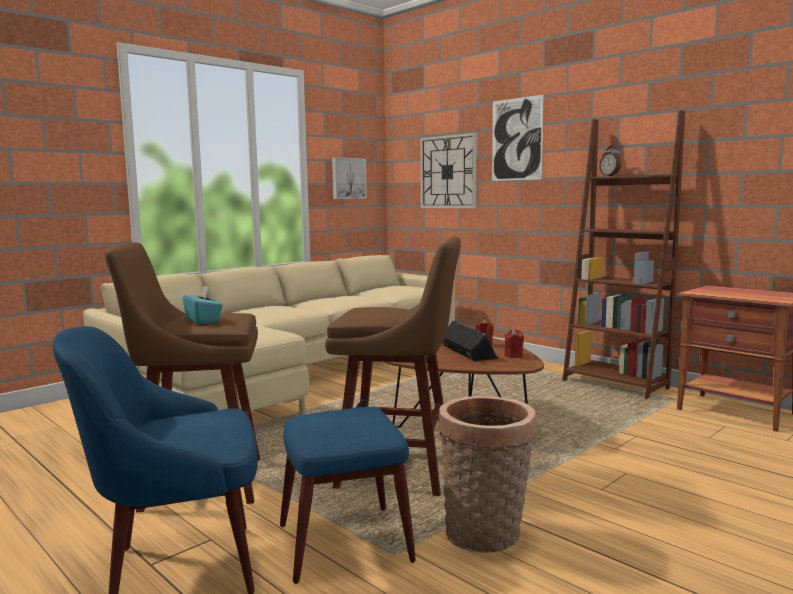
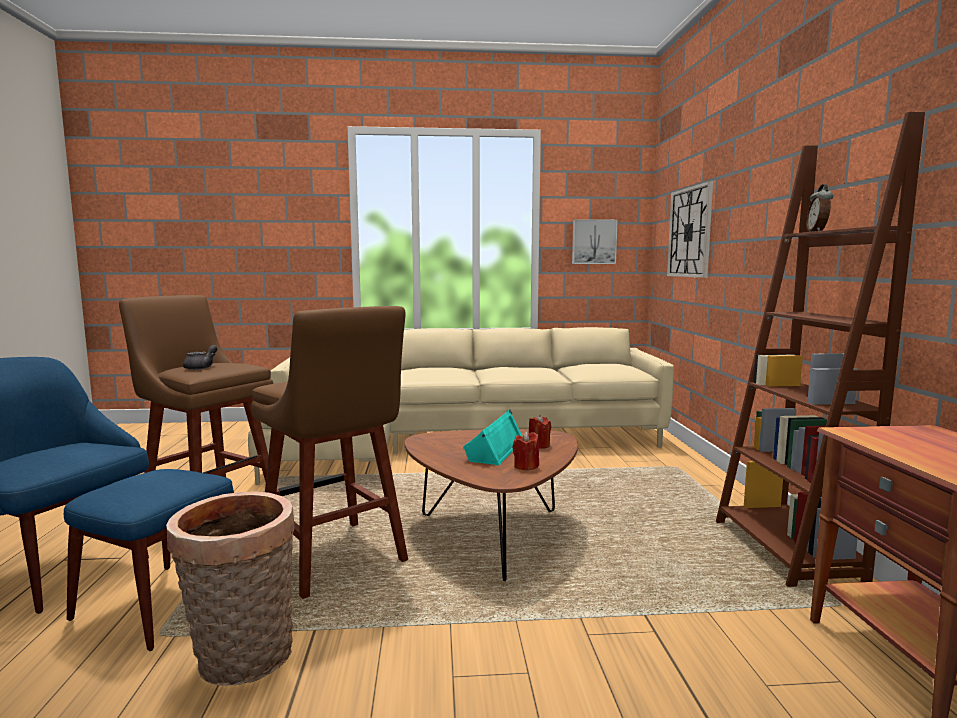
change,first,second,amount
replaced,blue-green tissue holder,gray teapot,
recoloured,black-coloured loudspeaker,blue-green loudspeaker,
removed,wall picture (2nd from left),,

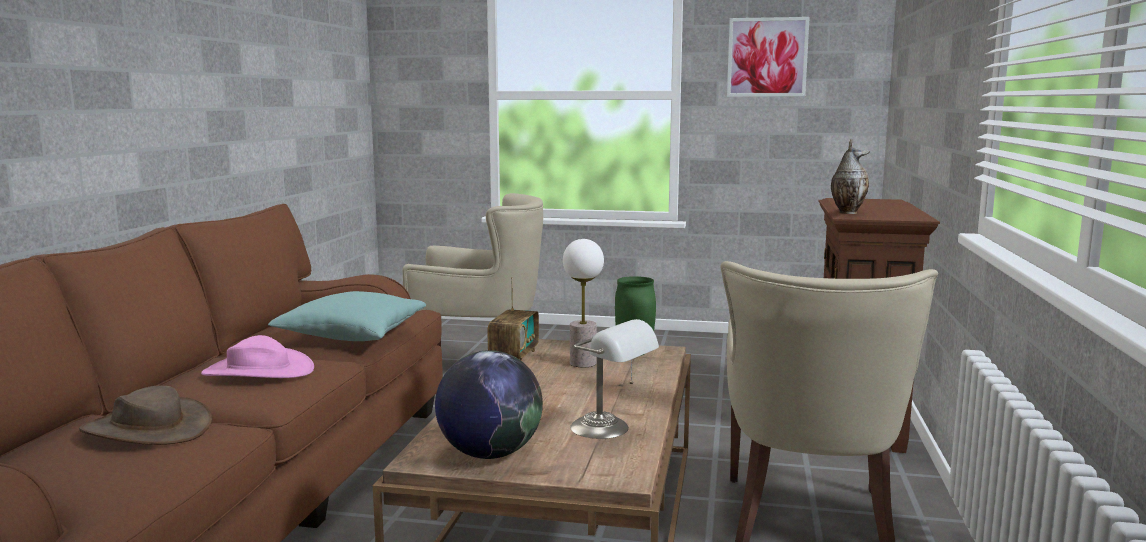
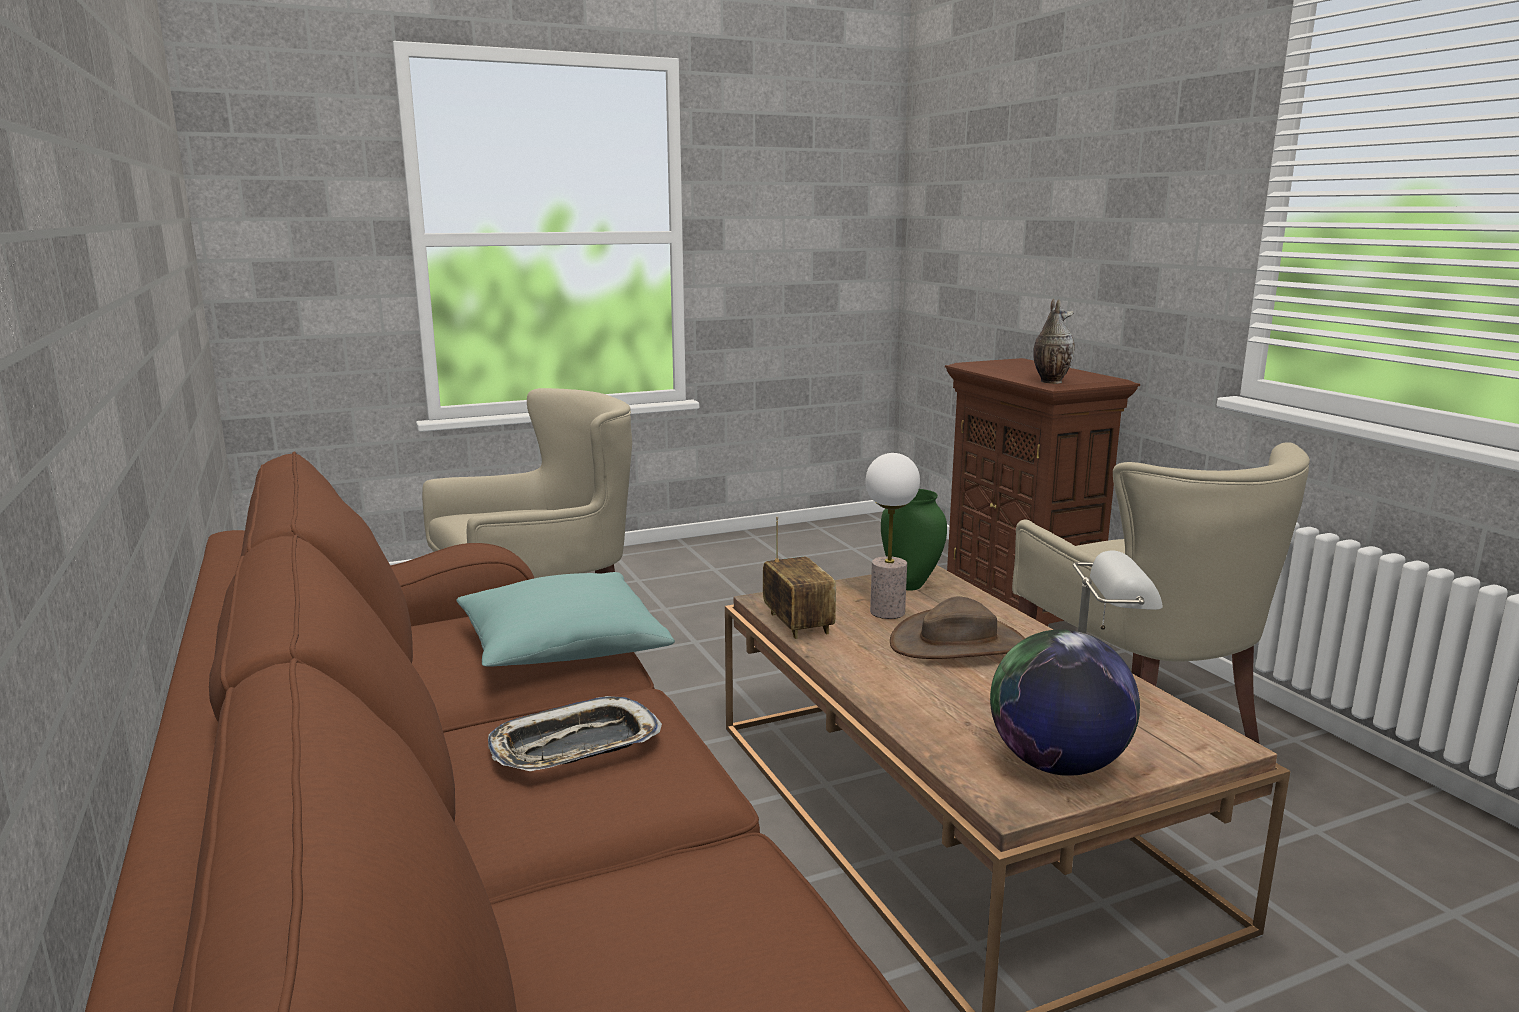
change,first,second,amount
replaced,pink-coloured clothing hat,serving tray,
moved,brown-coloured clothing hat,,
removed,wall picture,,

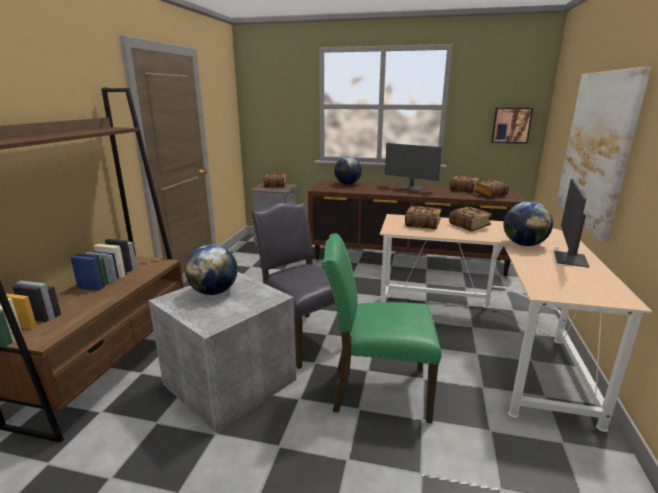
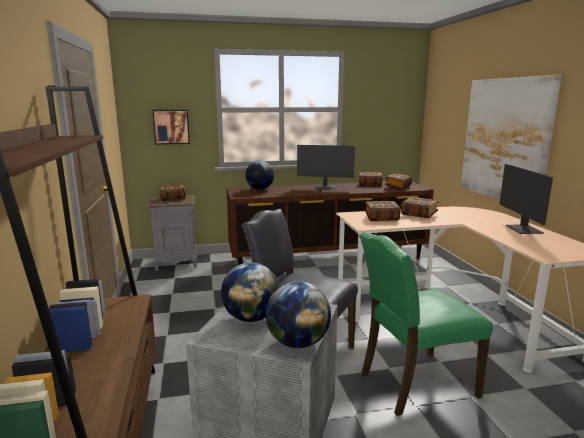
change,first,second,amount
moved,wall picture (1st from left),,
moved,world globe (3rd from left),,

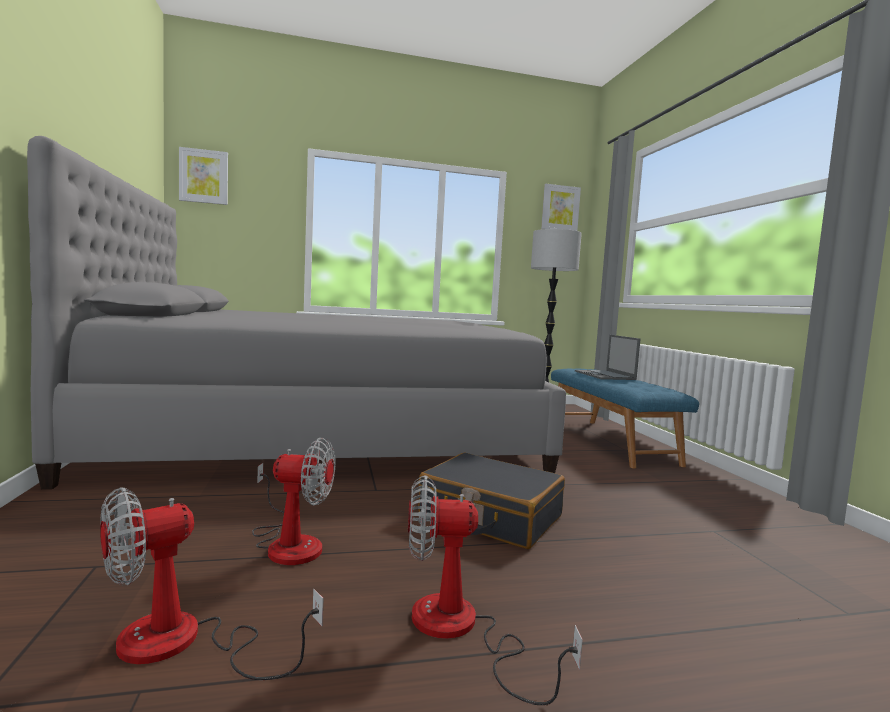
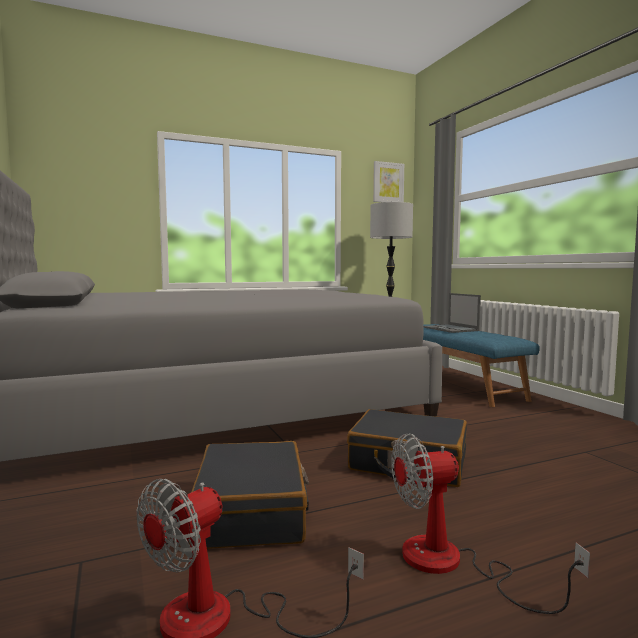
change,first,second,amount
replaced,cooling fan (2nd from left),black-coloured suitcase (1st from left),
removed,wall picture (1st from left),,

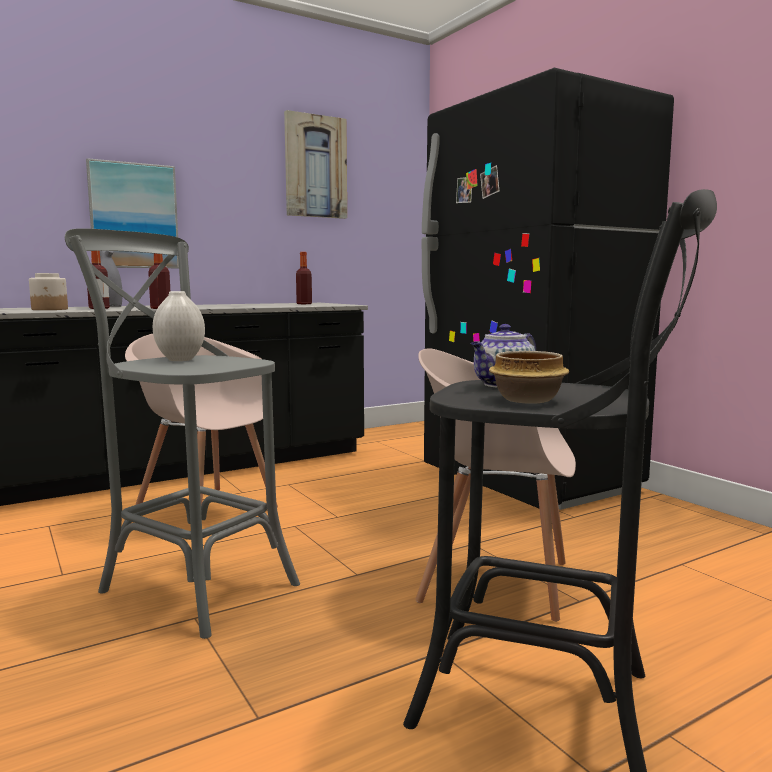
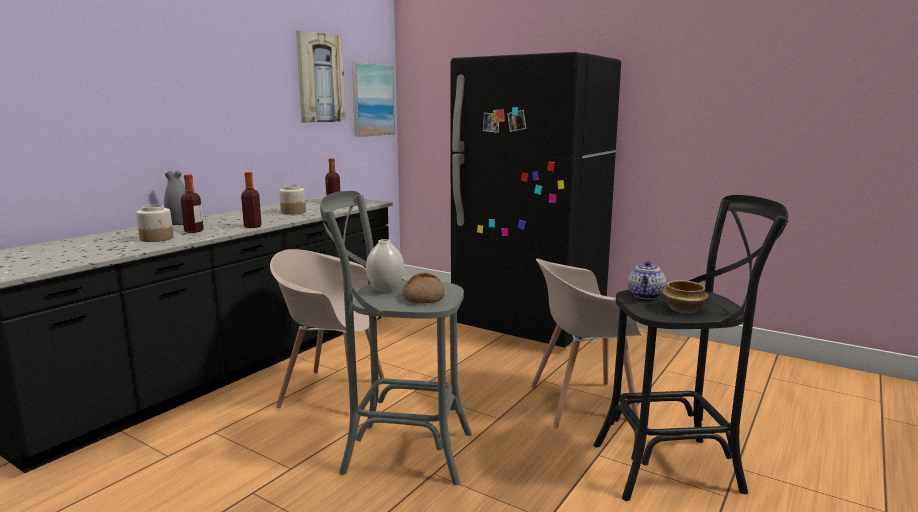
change,first,second,amount
added,,preserve jar (2nd from left),
moved,wall picture (1st from left in the first image),wall picture (2nd from left),
added,,bread,

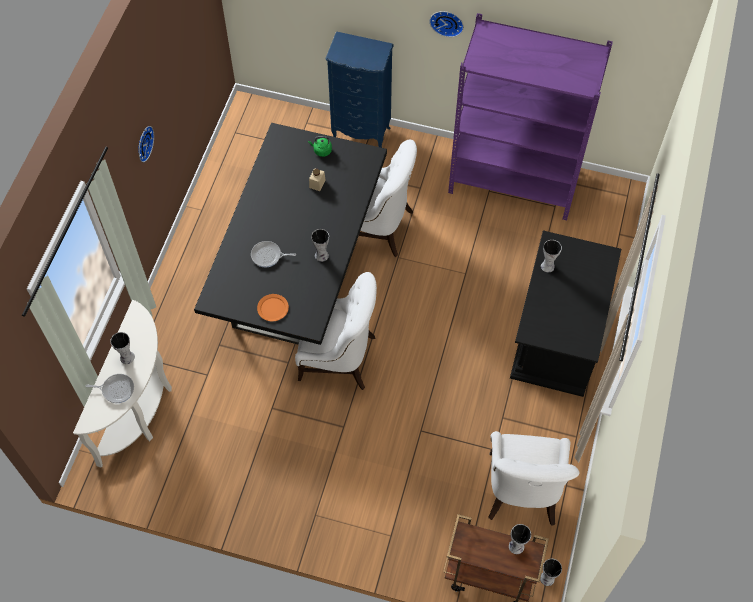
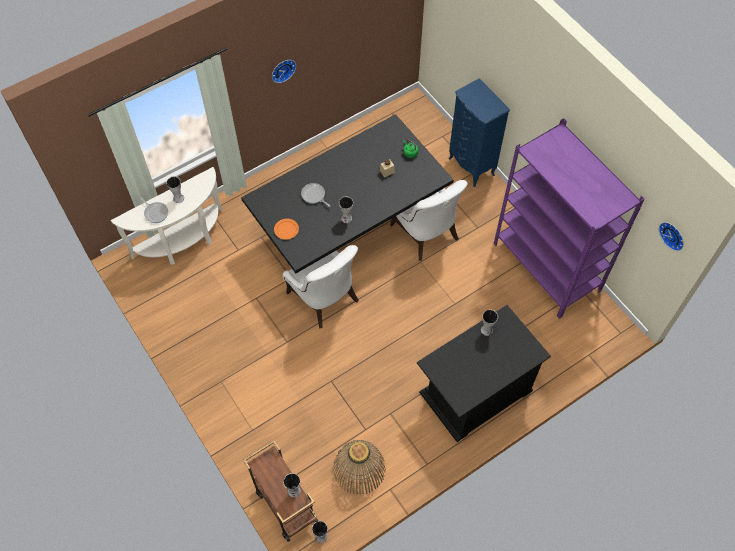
change,first,second,amount
replaced,white-coloured chair (3rd from left),basket,
moved,wall clock (2nd from left),,

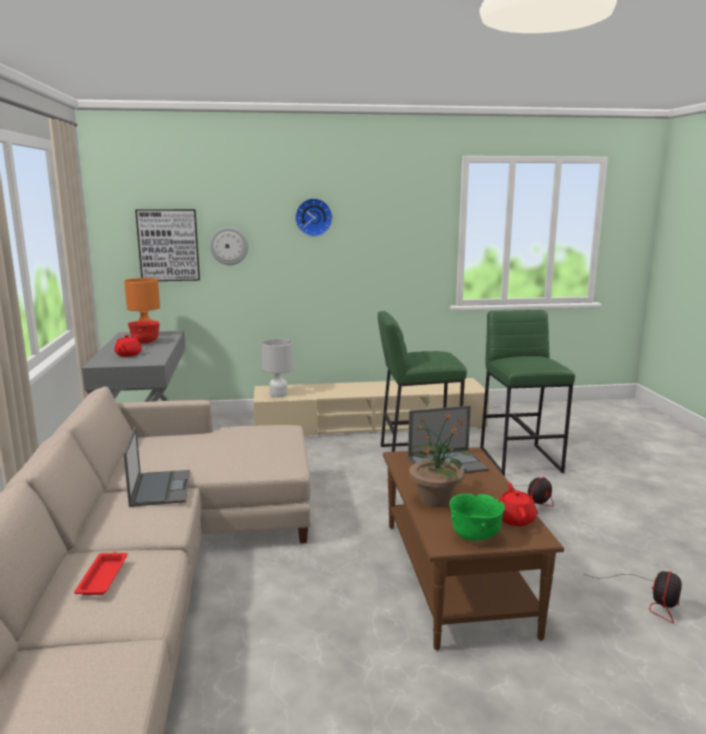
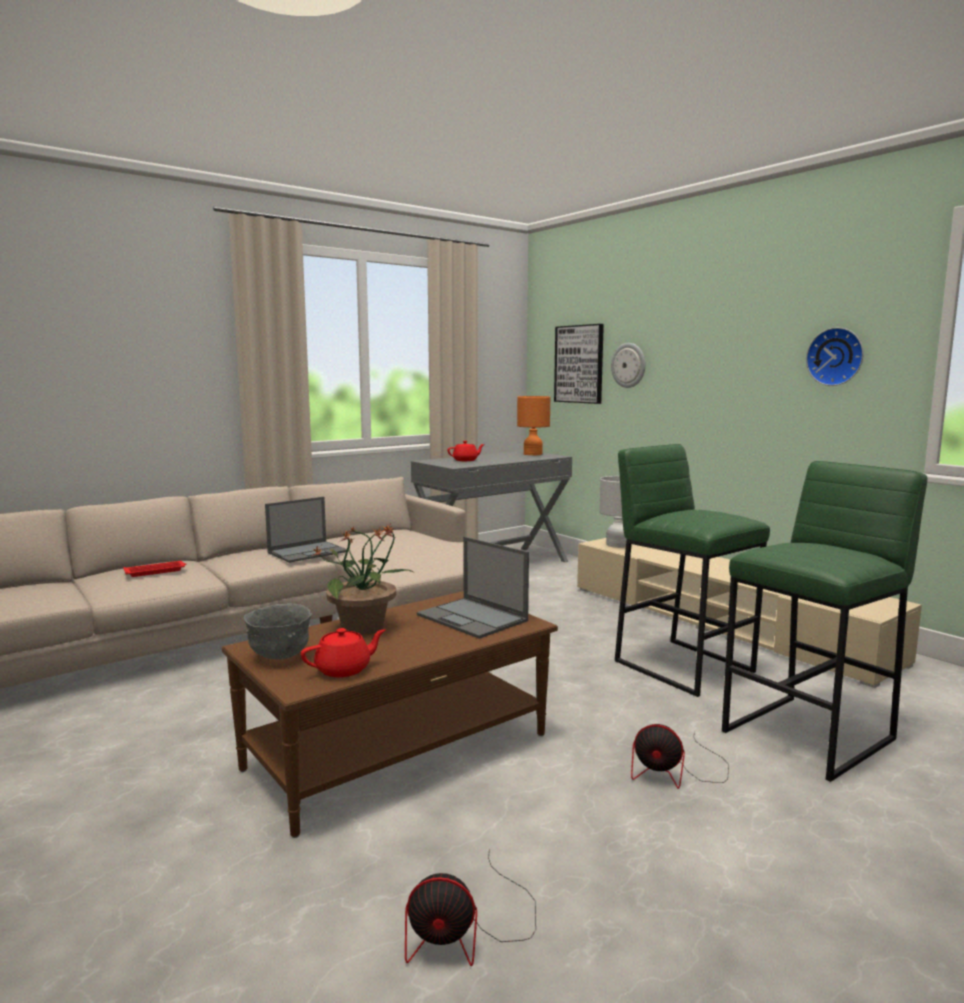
change,first,second,amount
recoloured,green-coloured deep dish,gray deep dish,
moved,wall clock (2nd from left),,
removed,red deep dish,,

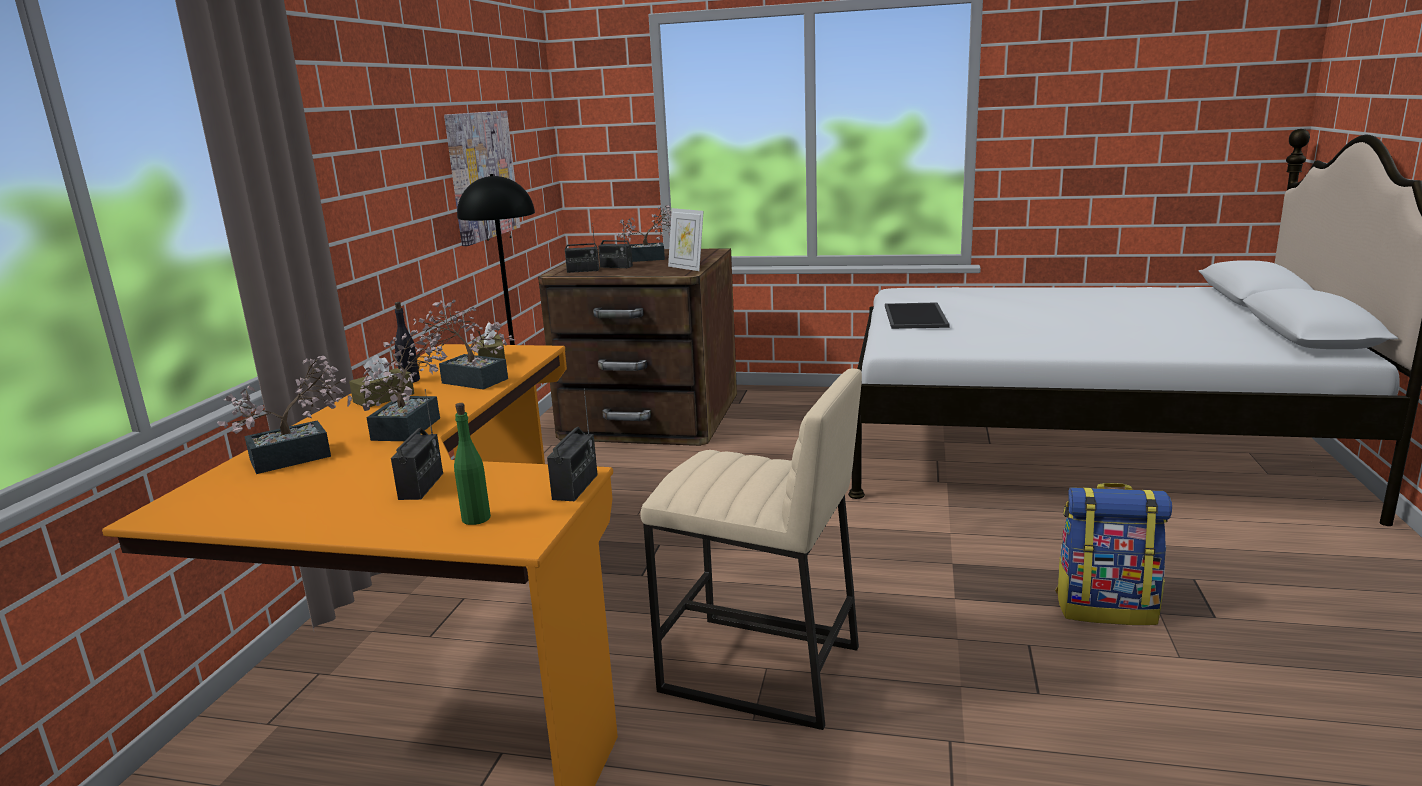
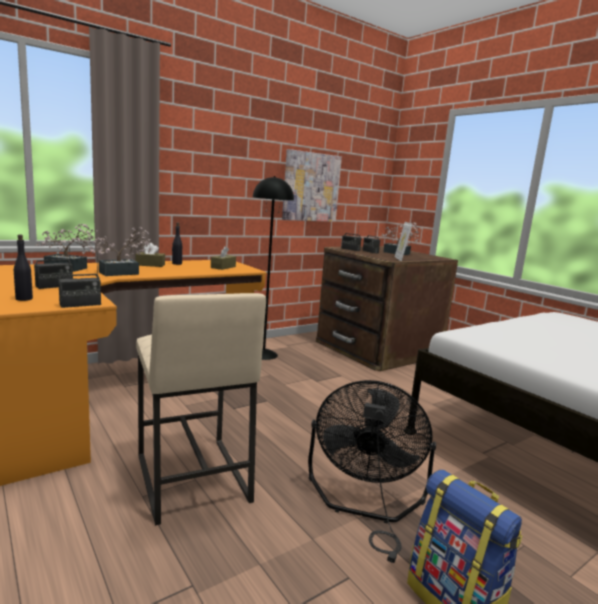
change,first,second,amount
recoloured,green-coloured bottle,black-coloured bottle (1st from left),
added,,black-coloured cooling fan,
removed,potted plant (3rd from left),,
removed,serving tray,,

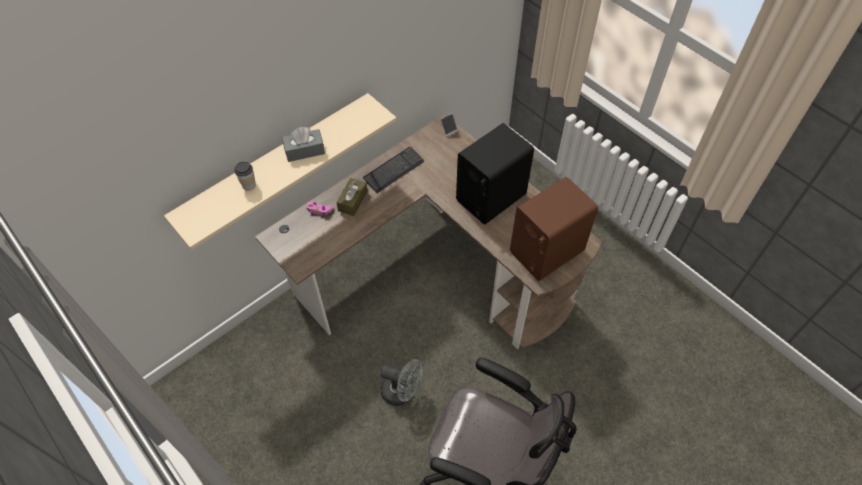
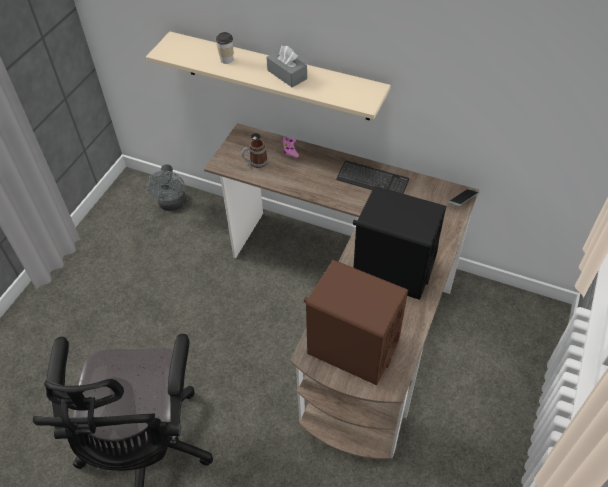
change,first,second,amount
moved,gray cooling fan,,
added,,coffee mug,
removed,brown-coloured tissue holder,,

